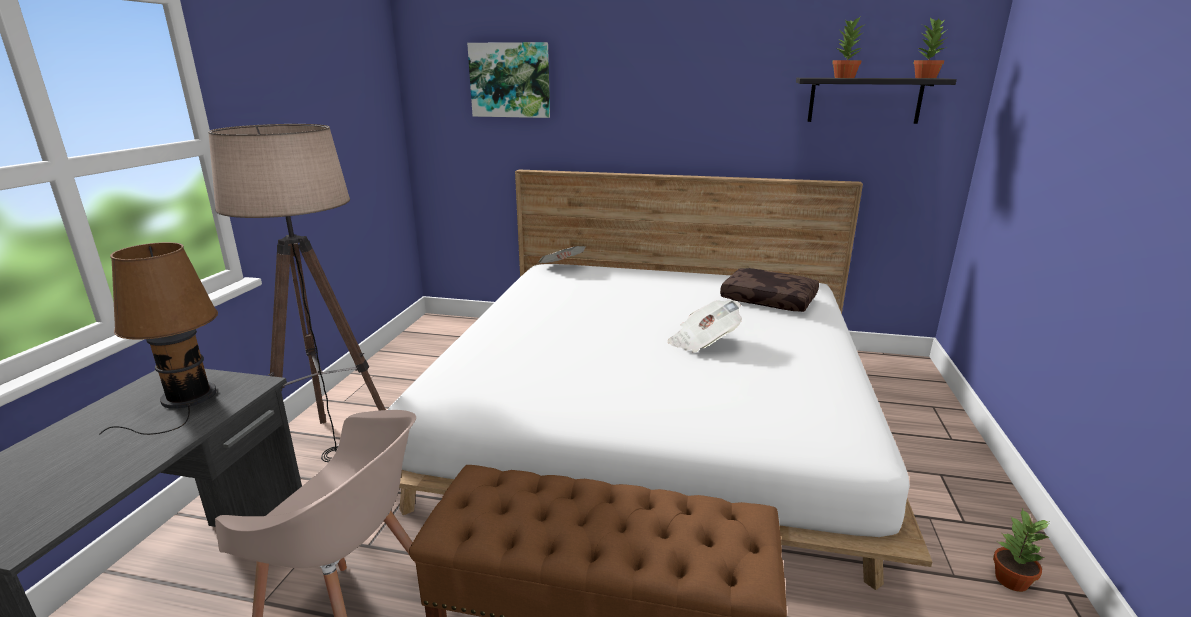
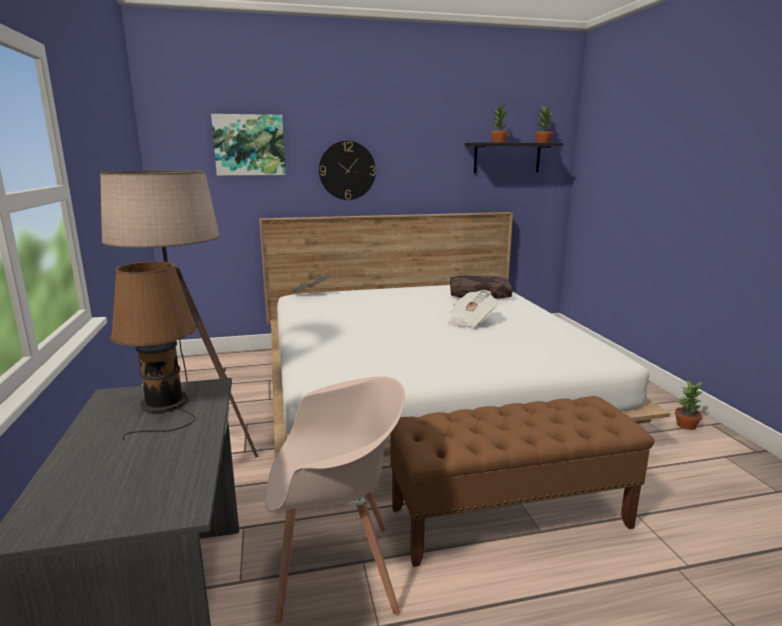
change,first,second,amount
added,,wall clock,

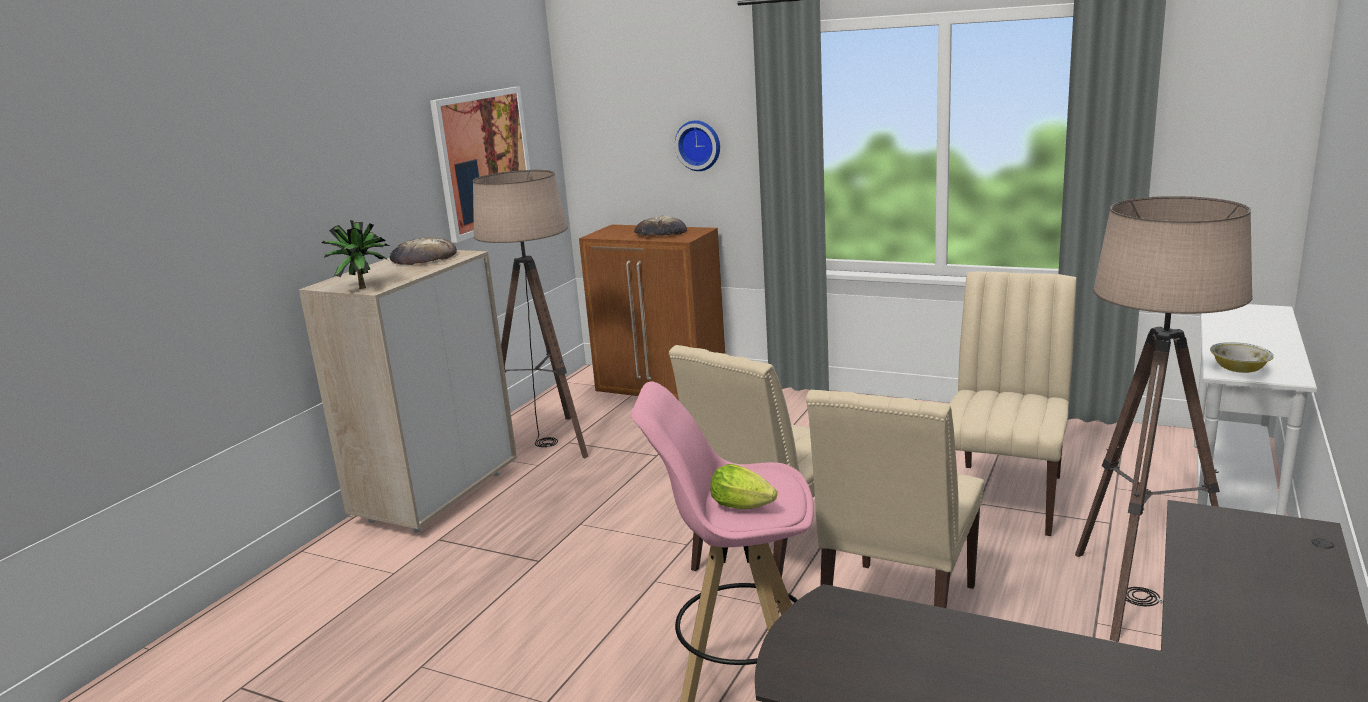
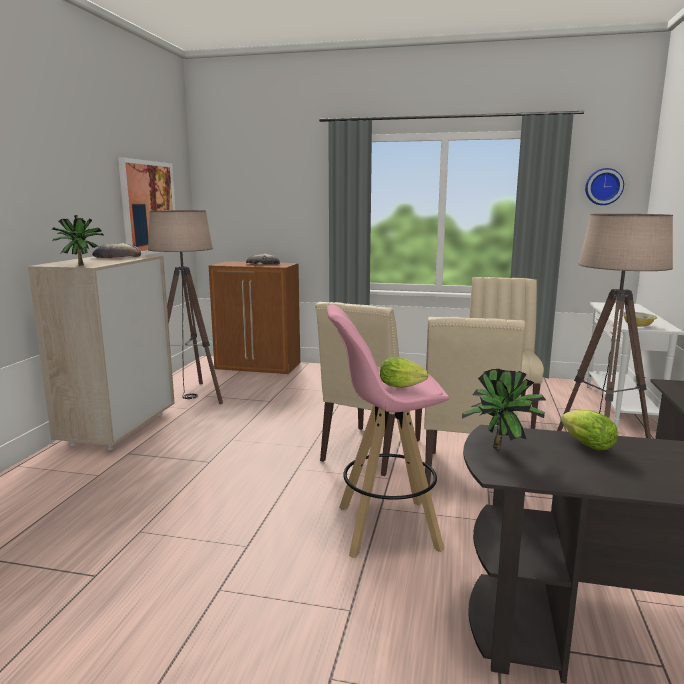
change,first,second,amount
added,,potted plant (2nd from left),
added,,lettuce head (2nd from left),
moved,wall clock,,

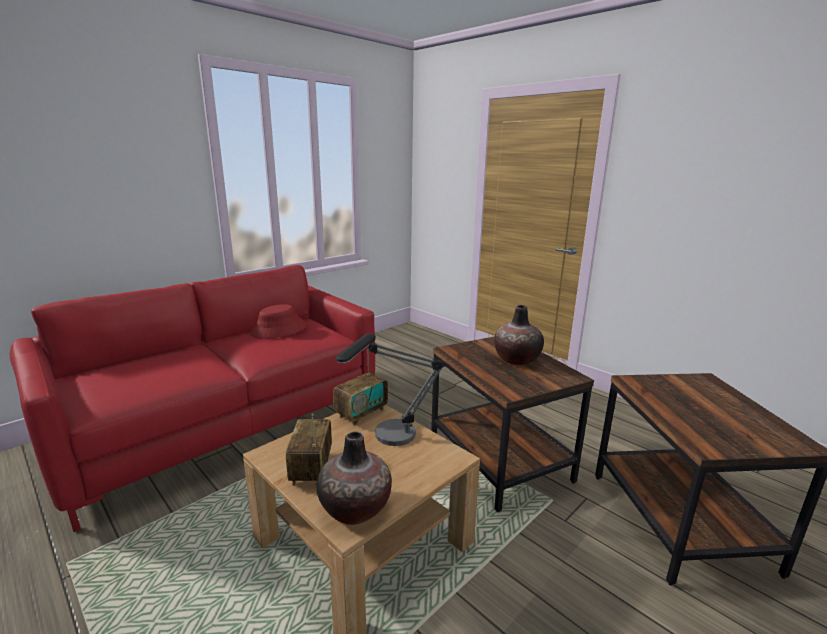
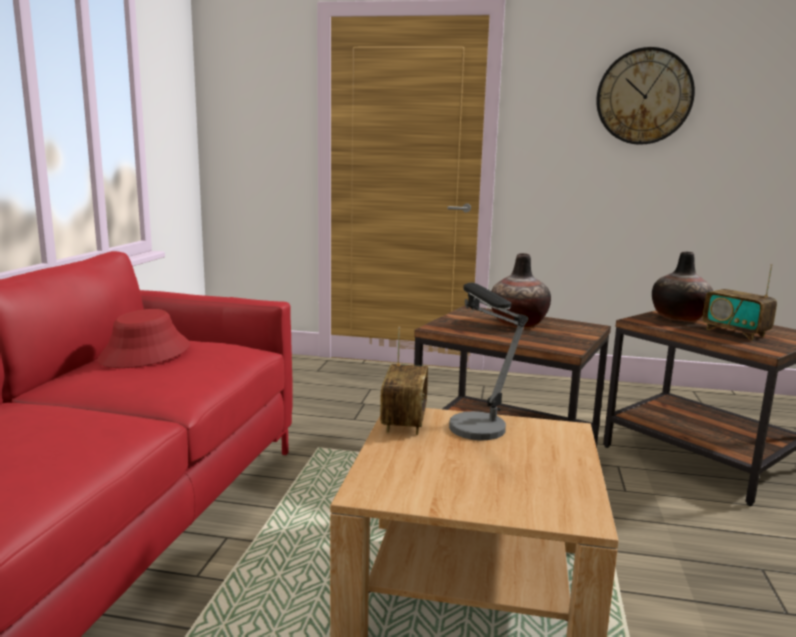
change,first,second,amount
added,,wall clock,
moved,decorative vase (1st from left in the first image),decorative vase (2nd from left),
moved,radio set (1st from left in the first image),radio set (2nd from left),

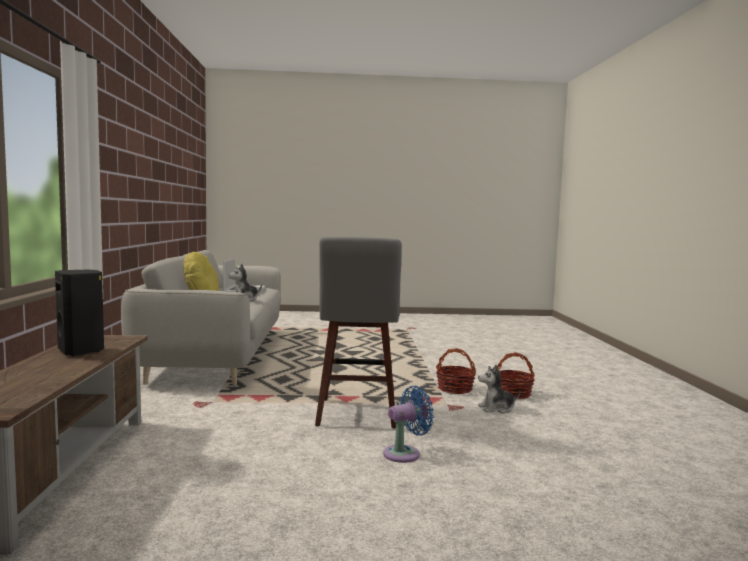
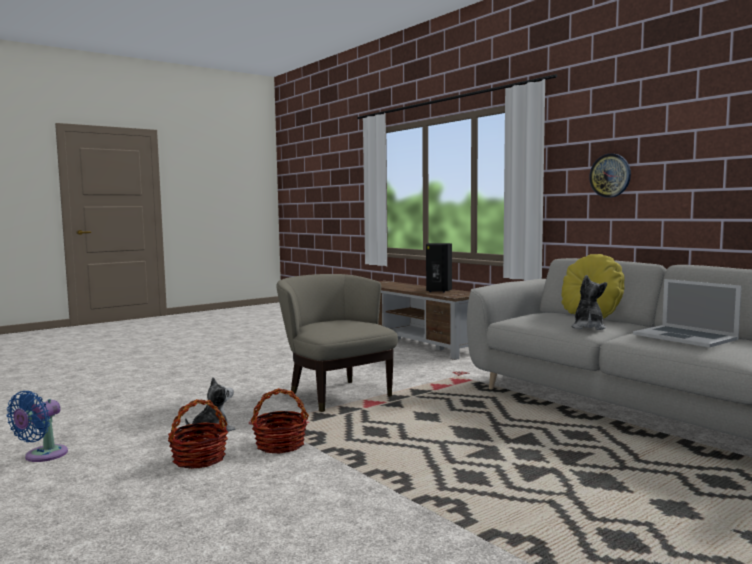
change,first,second,amount
moved,blue-coloured cooling fan,,
replaced,gray stool seat,beige easy chair,
added,,wall clock,

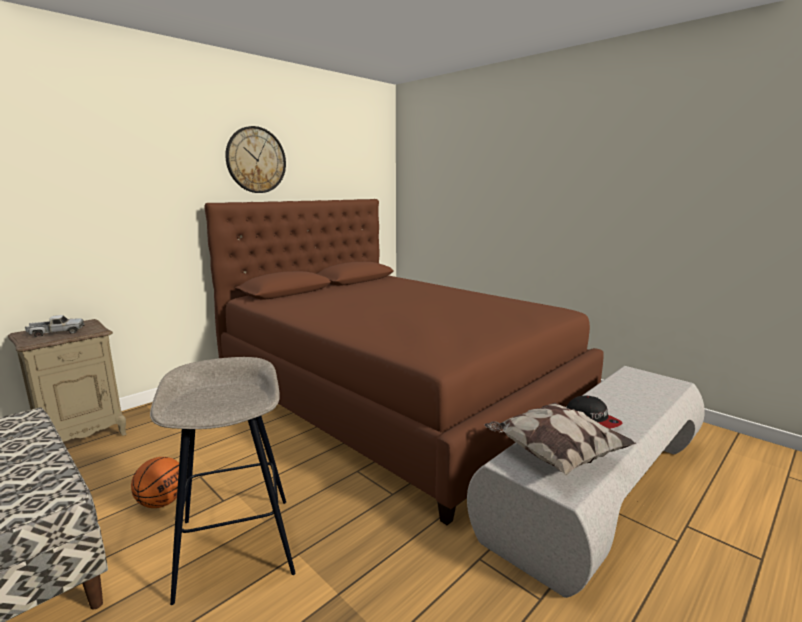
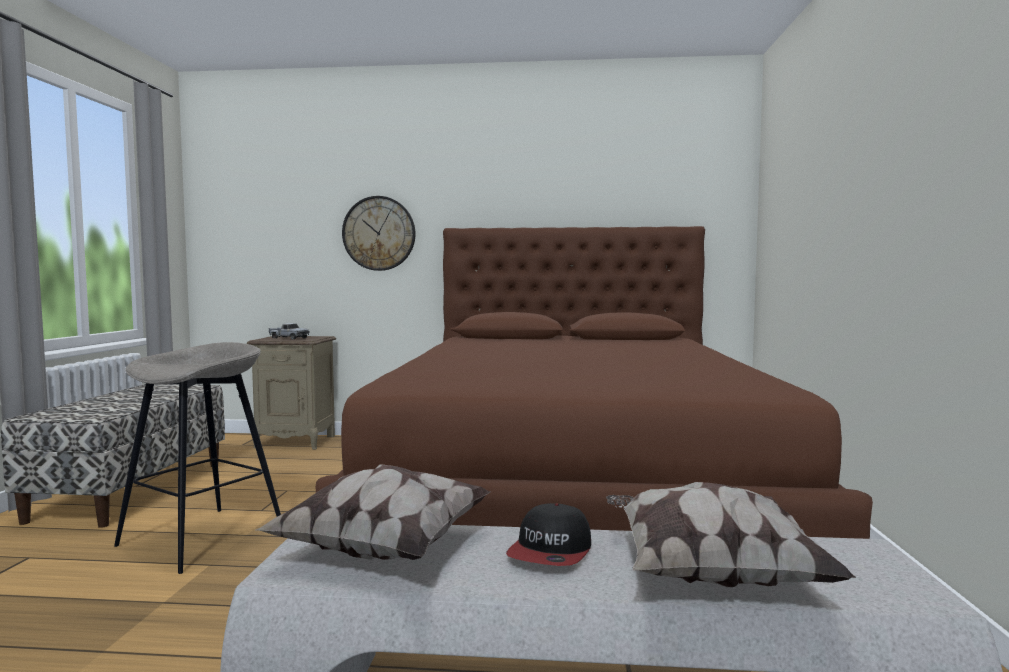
change,first,second,amount
moved,wall clock,,
added,,pillow (2nd from left),
removed,basketball,,

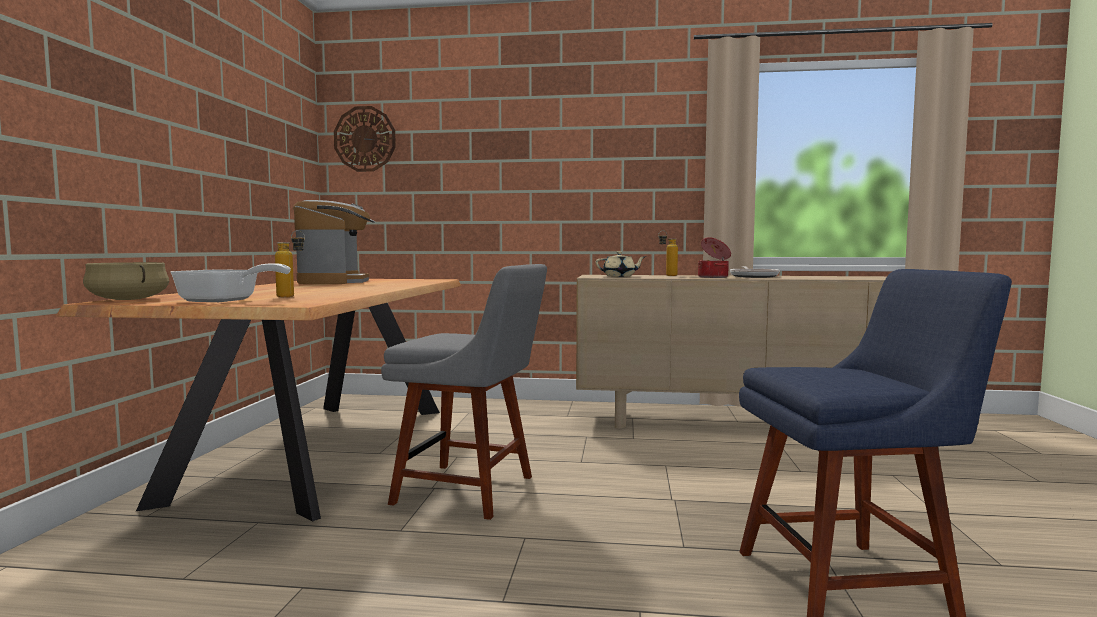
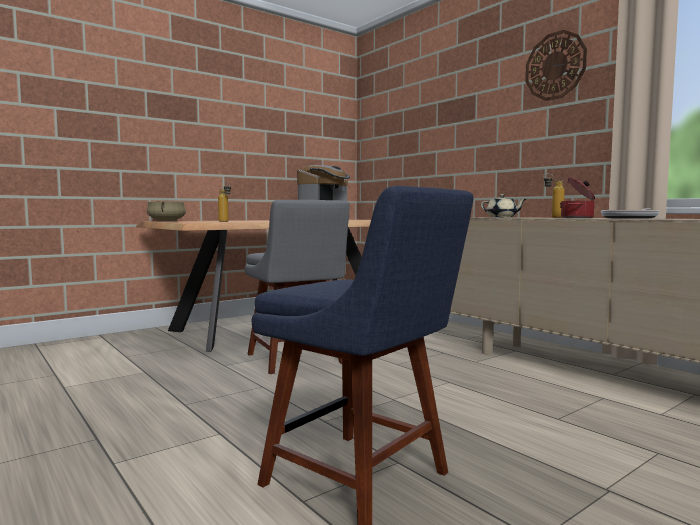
change,first,second,amount
moved,wall clock,,
removed,pan (1st from left),,

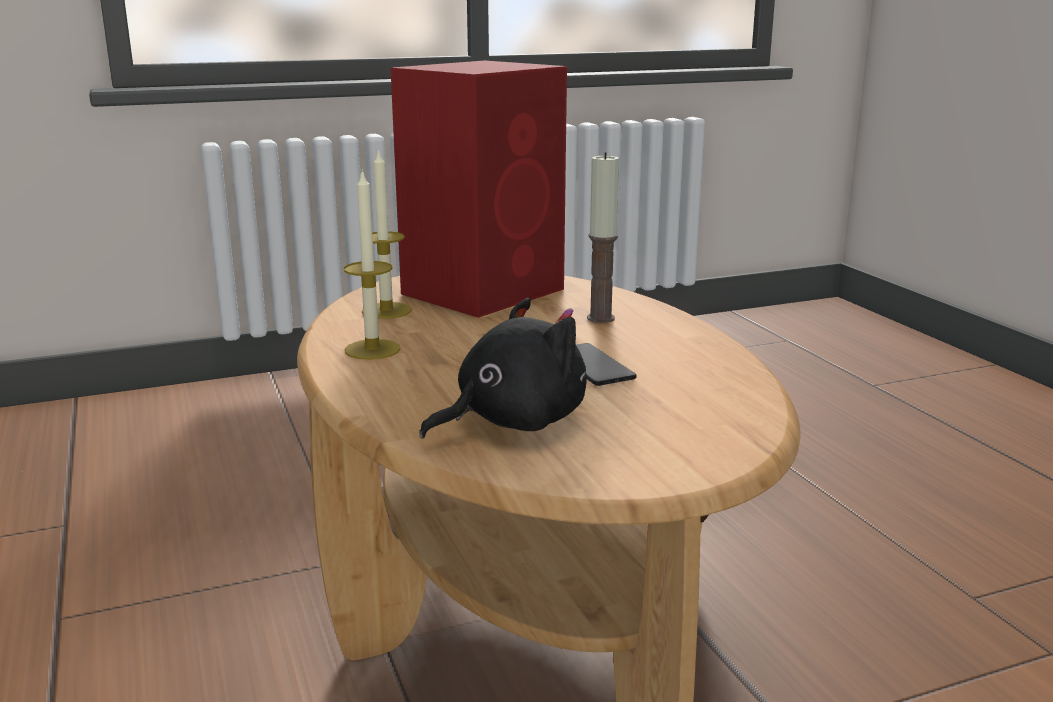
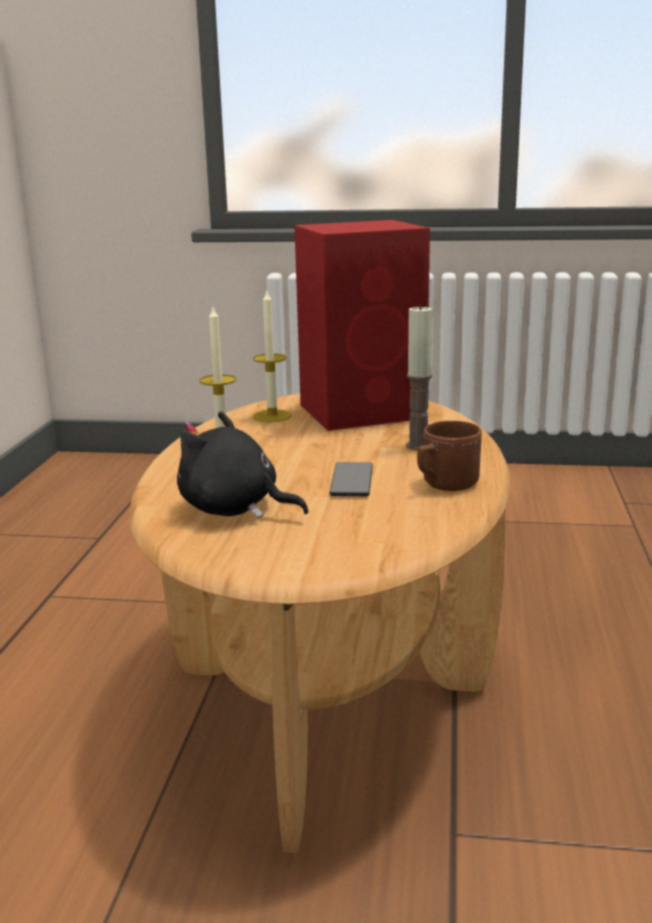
change,first,second,amount
turned,black-coloured cuddly toy,,150 degrees counterclockwise
added,,brown-coloured coffee mug,

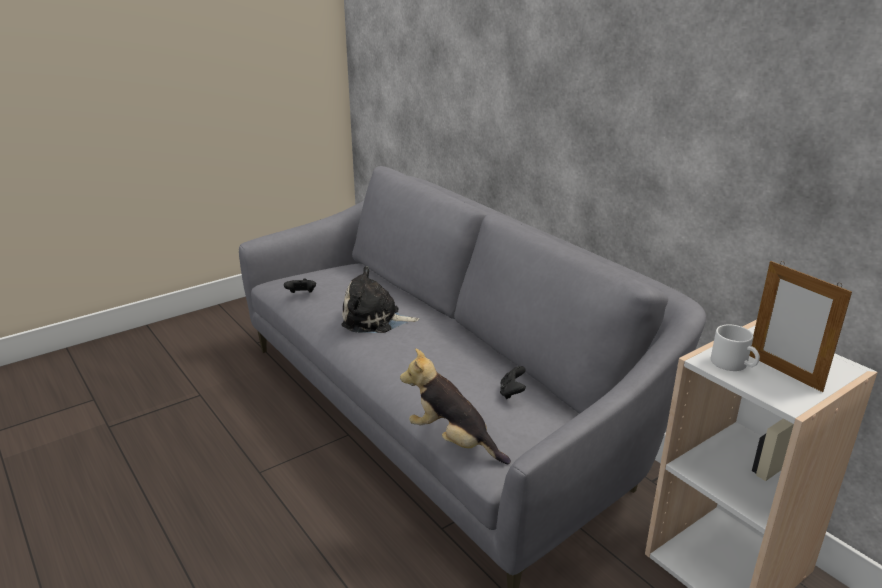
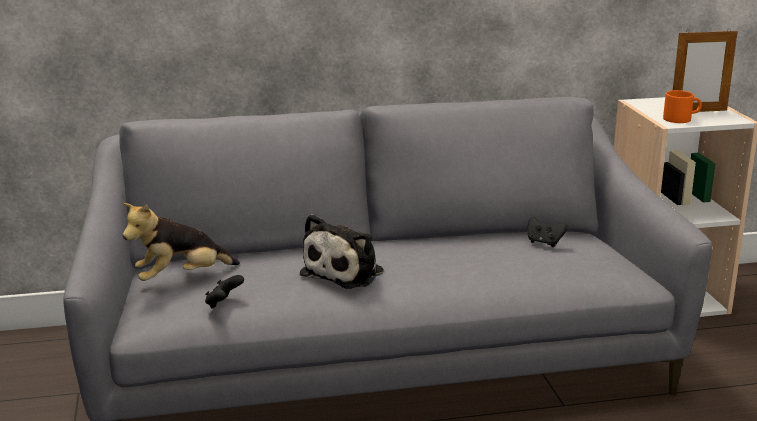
change,first,second,amount
moved,cuddly toy (2nd from left in the first image),cuddly toy (1st from left),
recoloured,white-coloured coffee mug,orange coffee mug,

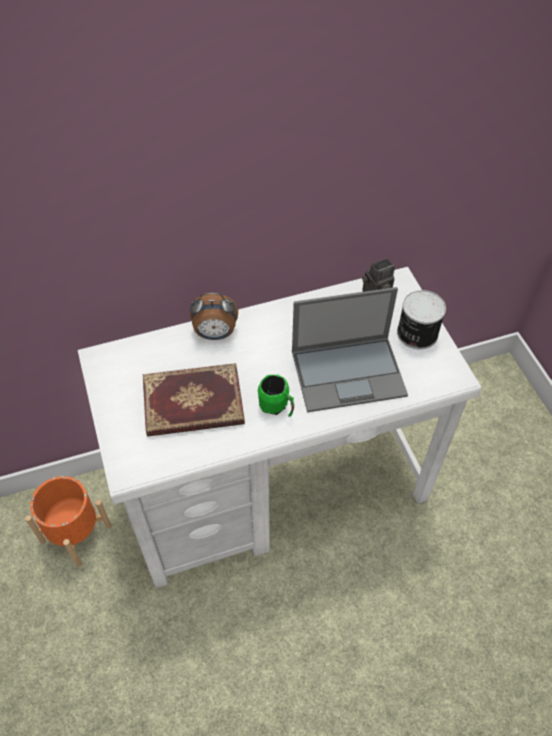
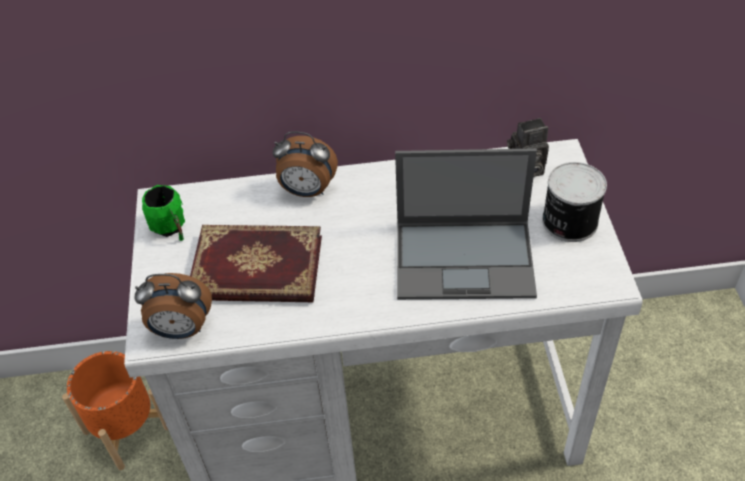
change,first,second,amount
added,,table clock (1st from left),
moved,green-coloured coffee mug,,

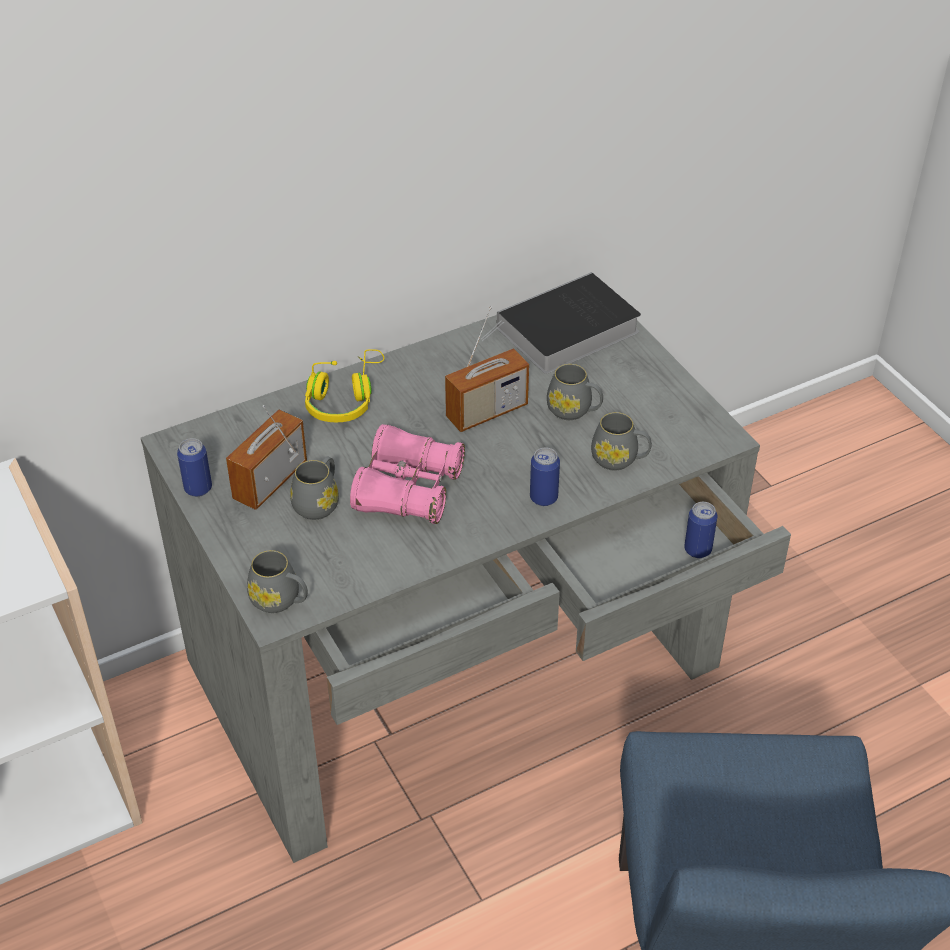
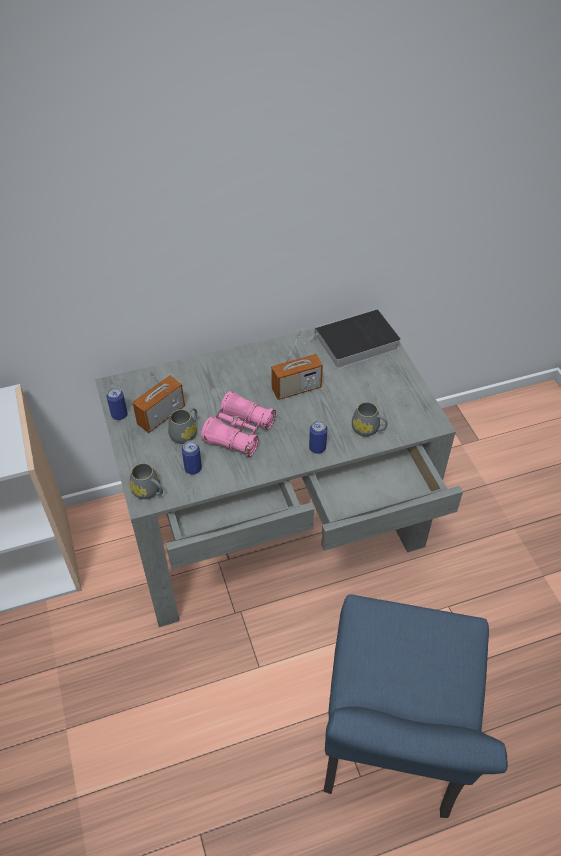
change,first,second,amount
moved,sealed can (3rd from left in the first image),sealed can (2nd from left),
removed,yellow pair of headphones,,
removed,gray coffee mug (3rd from left),,

